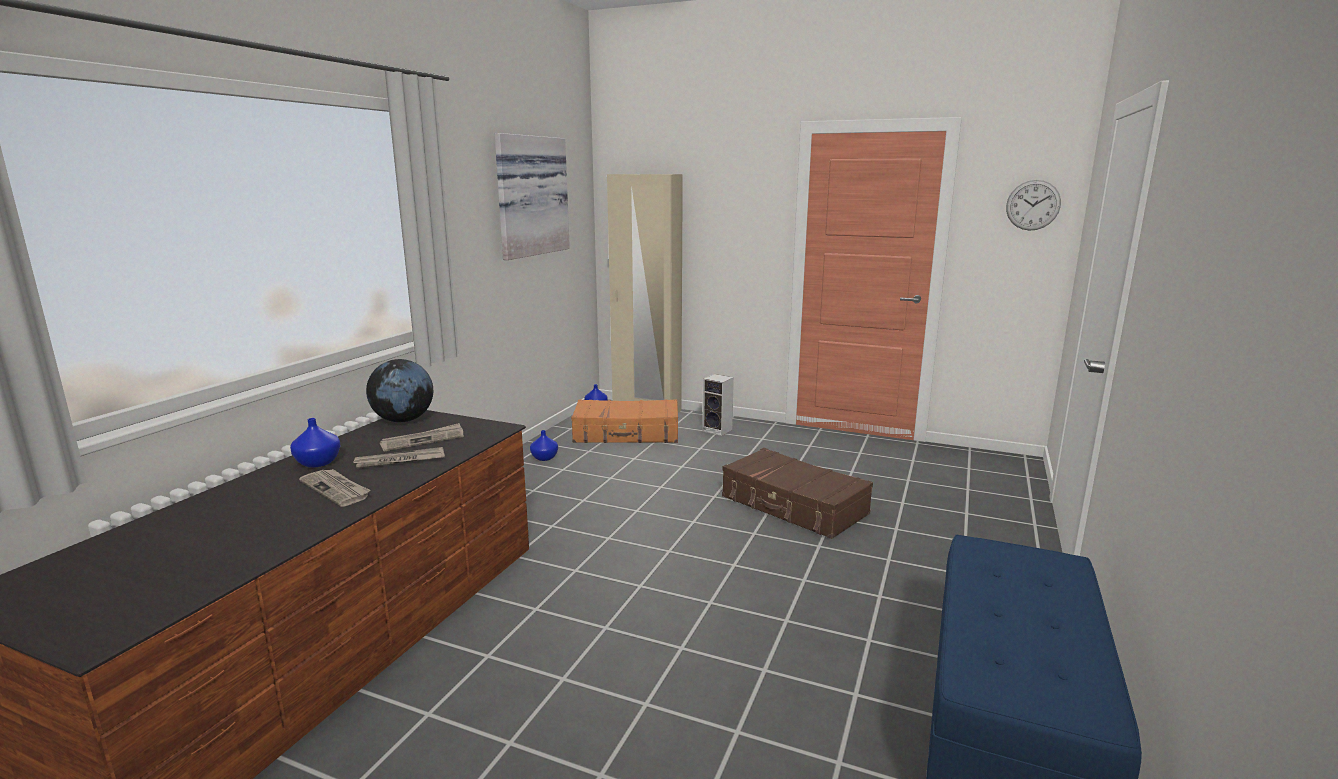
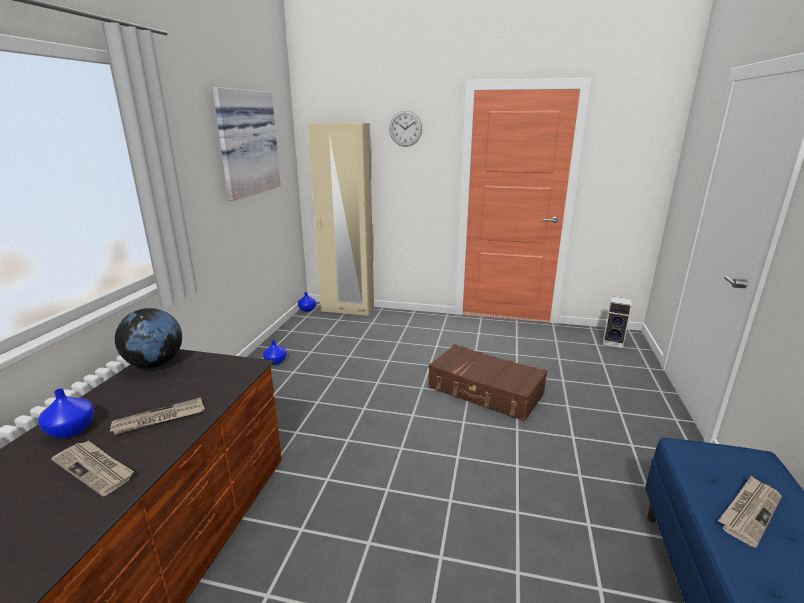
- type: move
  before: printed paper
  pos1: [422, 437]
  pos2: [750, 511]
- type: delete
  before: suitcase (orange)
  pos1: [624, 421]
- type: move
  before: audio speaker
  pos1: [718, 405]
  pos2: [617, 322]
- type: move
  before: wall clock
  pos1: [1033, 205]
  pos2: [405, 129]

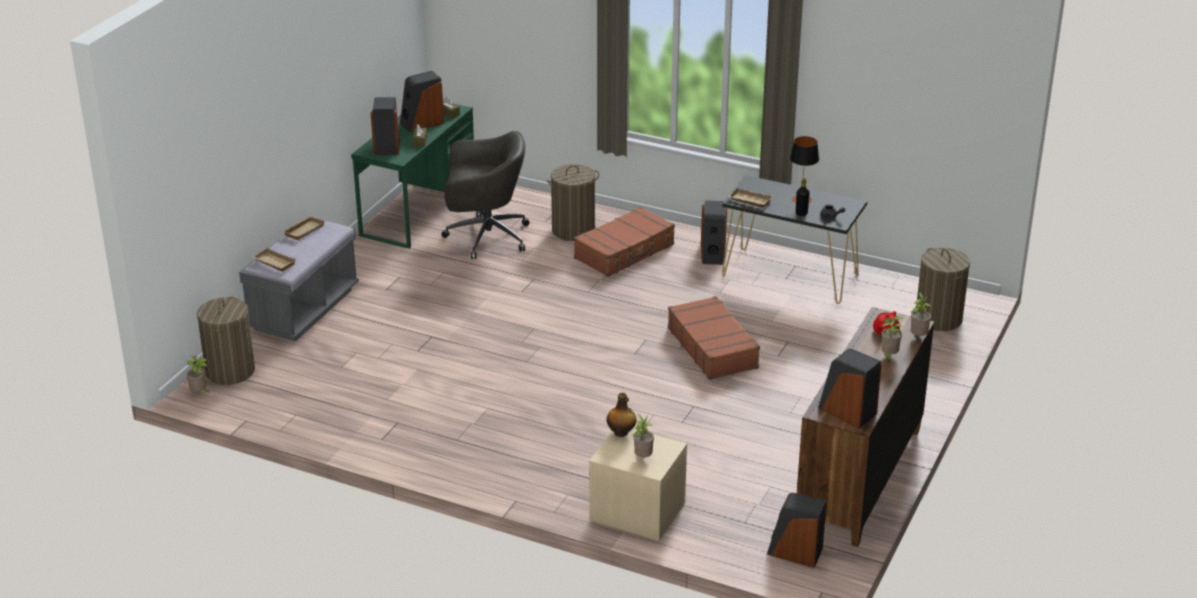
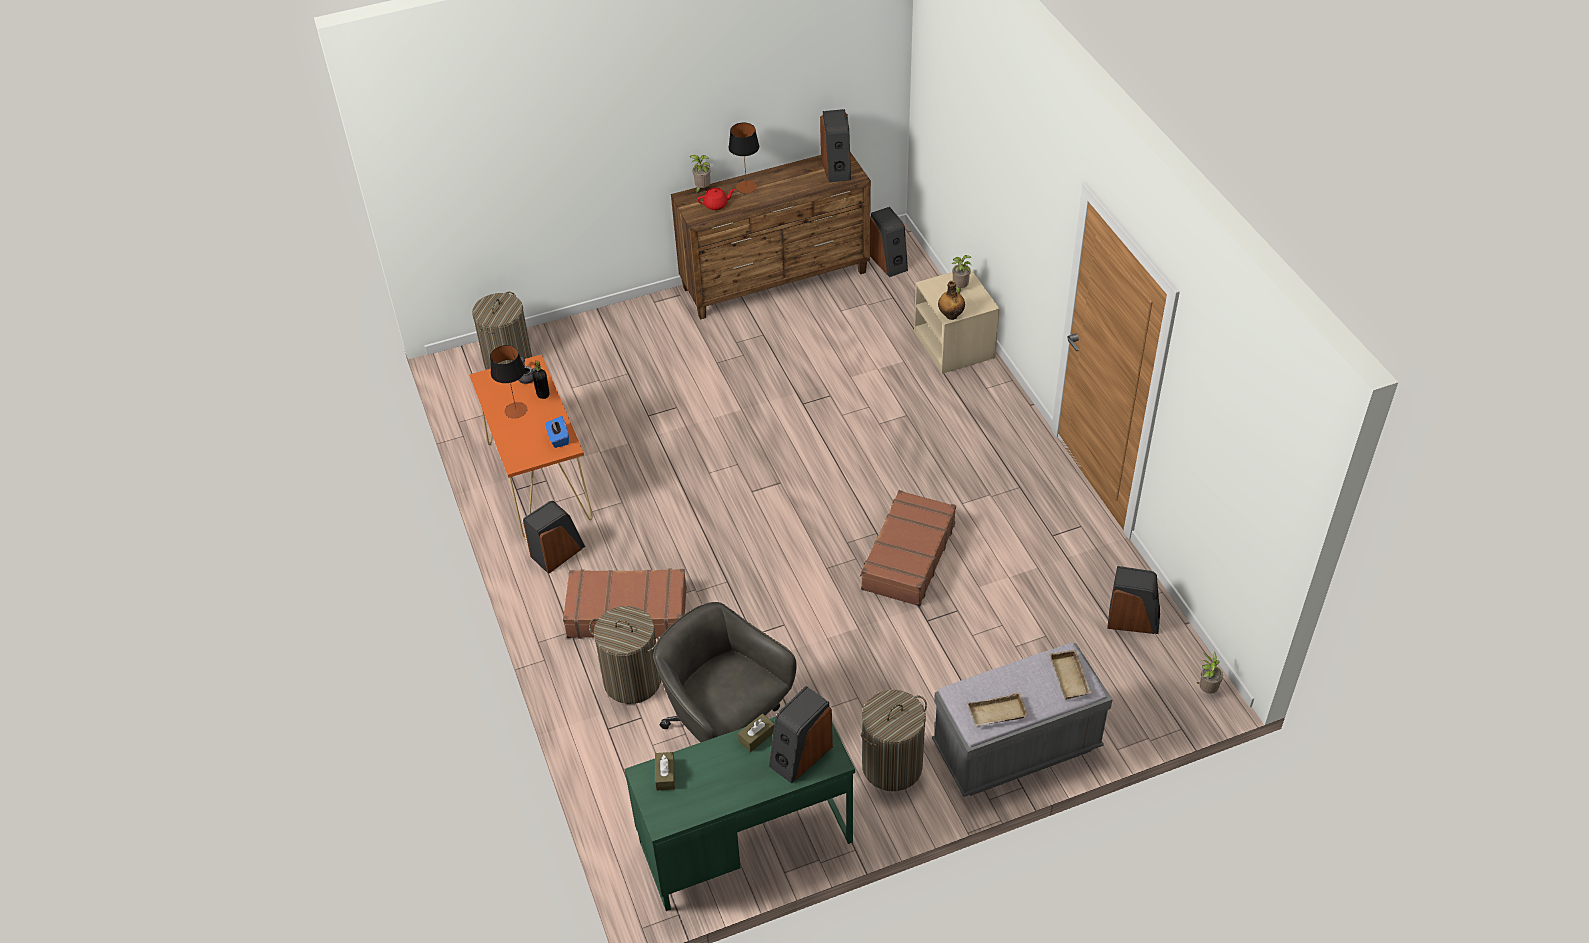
- type: move
  before: laundry basket
  pos1: [226, 341]
  pos2: [894, 740]
- type: move
  before: audio speaker
  pos1: [422, 101]
  pos2: [1133, 600]
- type: move
  before: suitcase (brown-coloured)
  pos1: [714, 338]
  pos2: [908, 548]
- type: recolor
  before: hall table (black-coloured)
  after: hall table (orange)
  pos1: [794, 239]
  pos2: [531, 447]
- type: replace
  before: tray (beige-coloured)
  after: tissue box (blue-coloured)
  pos1: [750, 197]
  pos2: [557, 432]
- type: replace
  before: potted plant
  after: table lamp
  pos1: [892, 339]
  pos2: [743, 158]

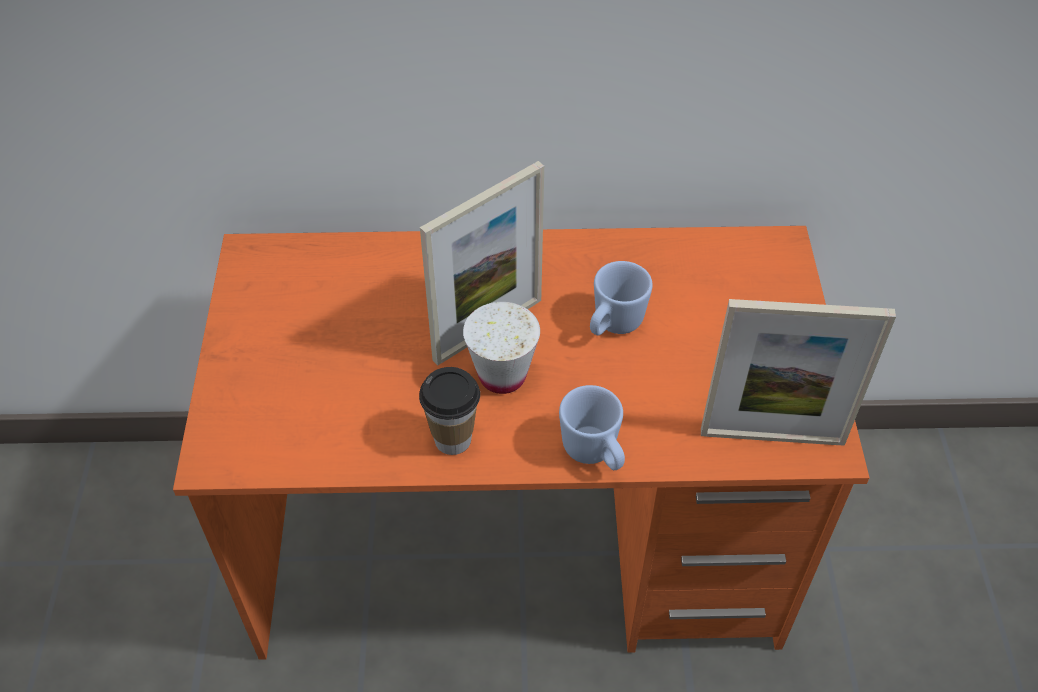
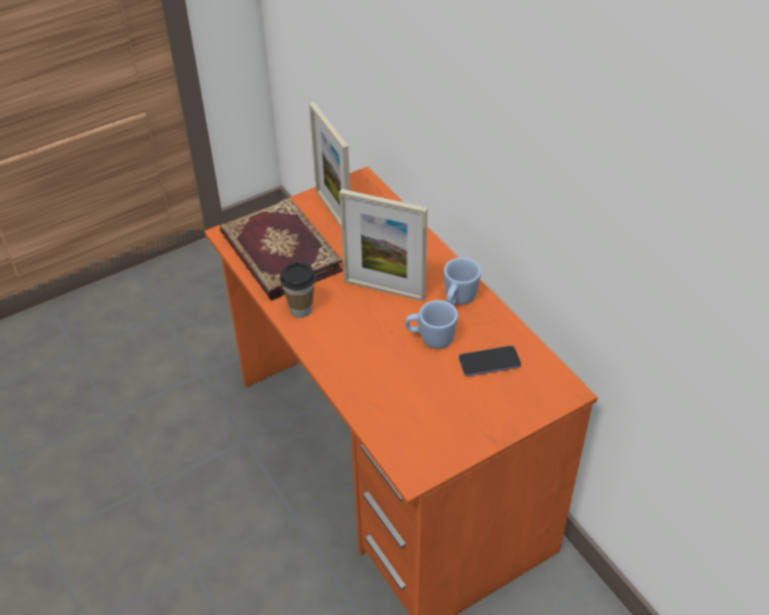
- type: delete
  before: cup (whitish)
  pos1: [501, 348]
- type: move
  before: tea mug (blue-coloured)
  pos1: [592, 427]
  pos2: [462, 281]
- type: move
  before: standing frame
  pos1: [798, 372]
  pos2: [329, 164]
- type: insert
  after: bound book
  pos2: [281, 248]
- type: insert
  after: handset
  pos2: [489, 361]

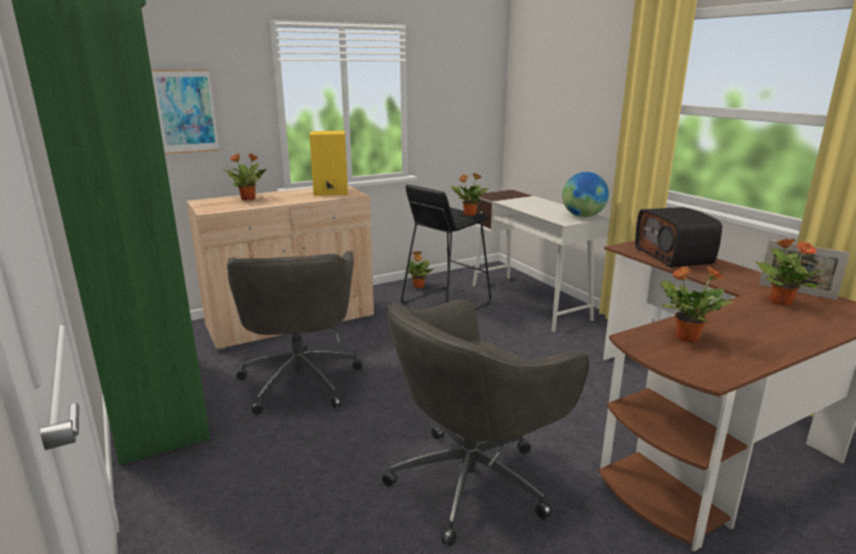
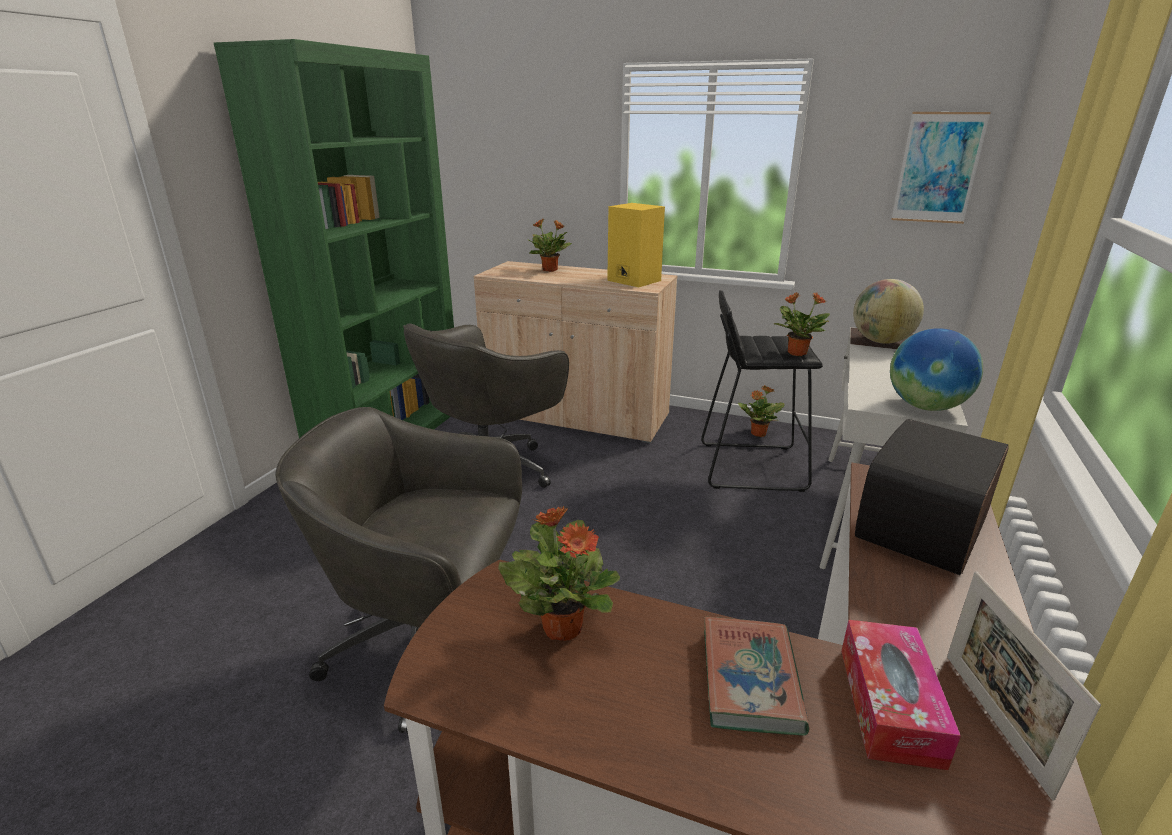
- type: move
  before: picture
  pos1: [185, 112]
  pos2: [941, 168]
- type: replace
  before: potted plant
  after: tissue box
  pos1: [789, 272]
  pos2: [901, 695]
- type: insert
  after: bound book
  pos2: [757, 676]
- type: insert
  after: world globe
  pos2: [888, 311]

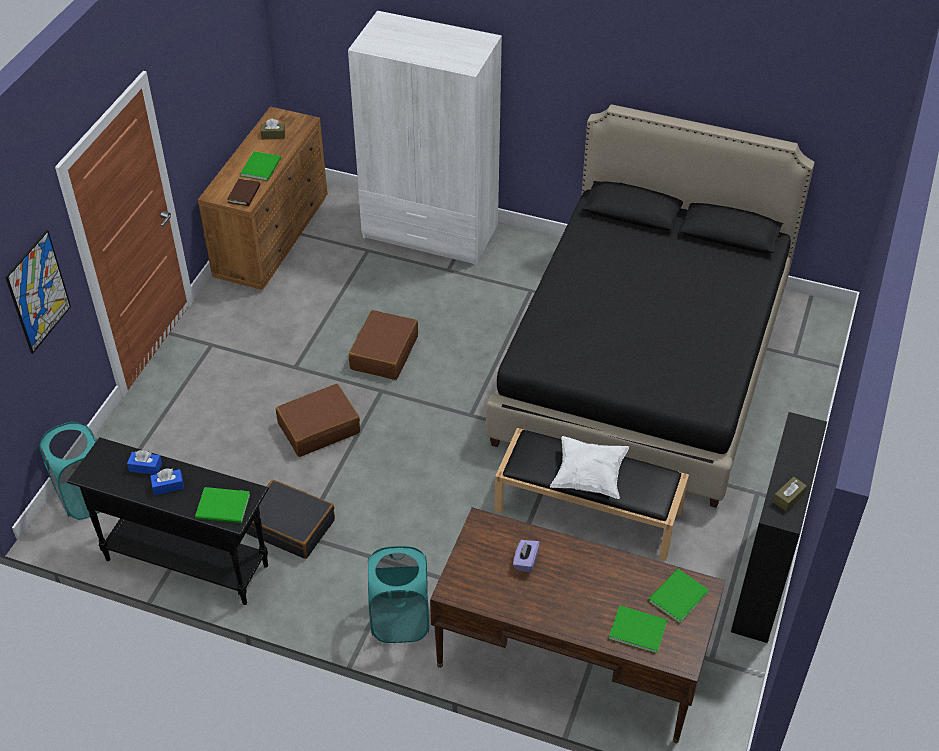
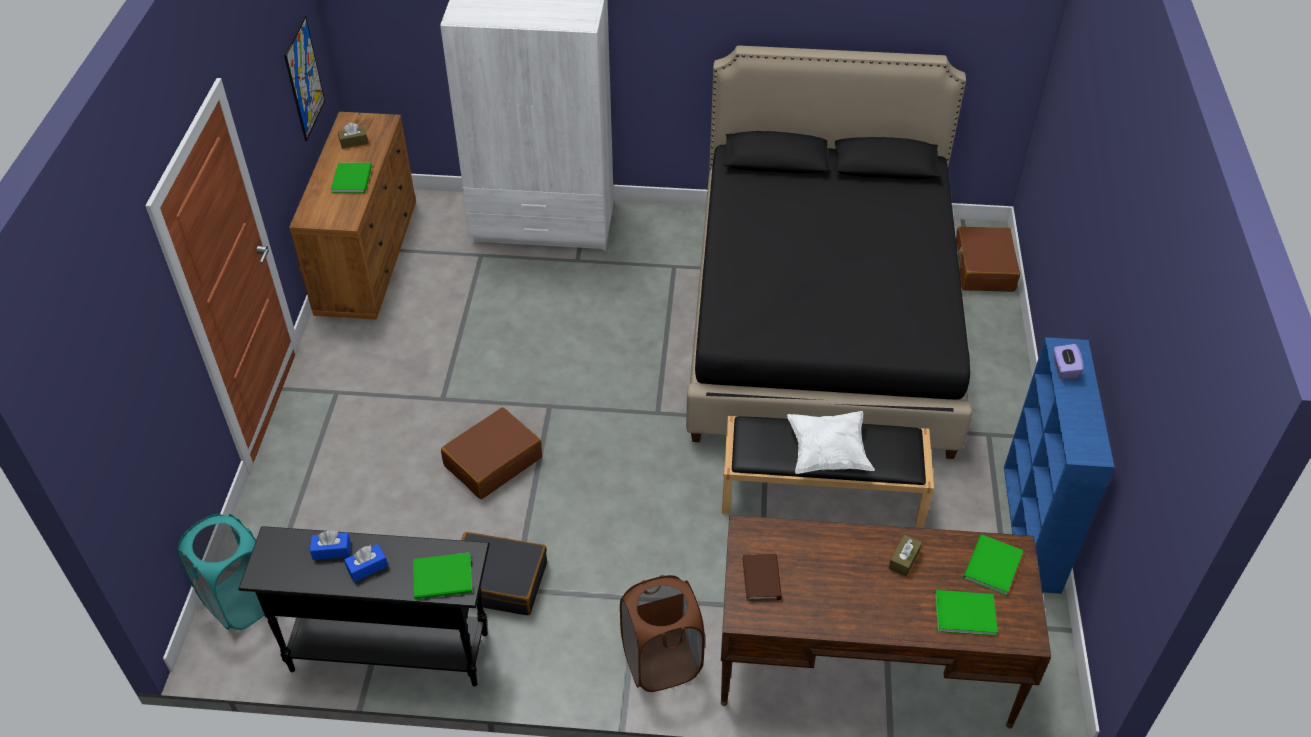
- type: move
  before: picture
  pos1: [38, 292]
  pos2: [304, 78]
- type: move
  before: bound book (brown-coloured)
  pos1: [243, 192]
  pos2: [762, 577]
- type: move
  before: suitcase (brown-coloured)
  pos1: [383, 345]
  pos2: [988, 259]
- type: recolor
  before: laundry basket (turquoise-coloured)
  after: laundry basket (brown-coloured)
  pos1: [398, 594]
  pos2: [662, 633]
- type: move
  before: tissue box (purplish)
  pos1: [526, 556]
  pos2: [1069, 361]
- type: recolor
  before: bookshelf (black-coloured)
  after: bookshelf (blue-coloured)
  pos1: [779, 527]
  pos2: [1059, 465]
- type: move
  before: tissue box (brown-coloured)
  pos1: [790, 494]
  pos2: [905, 556]

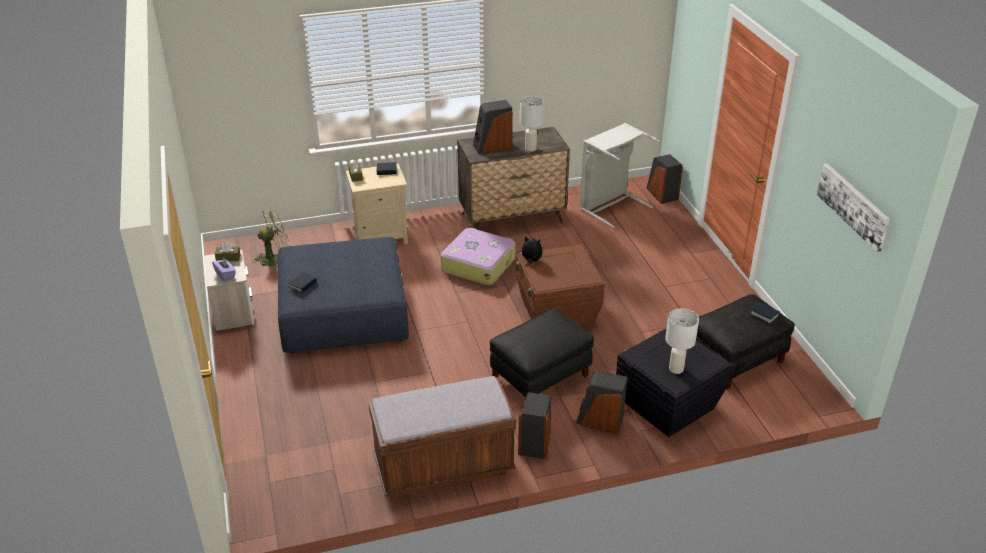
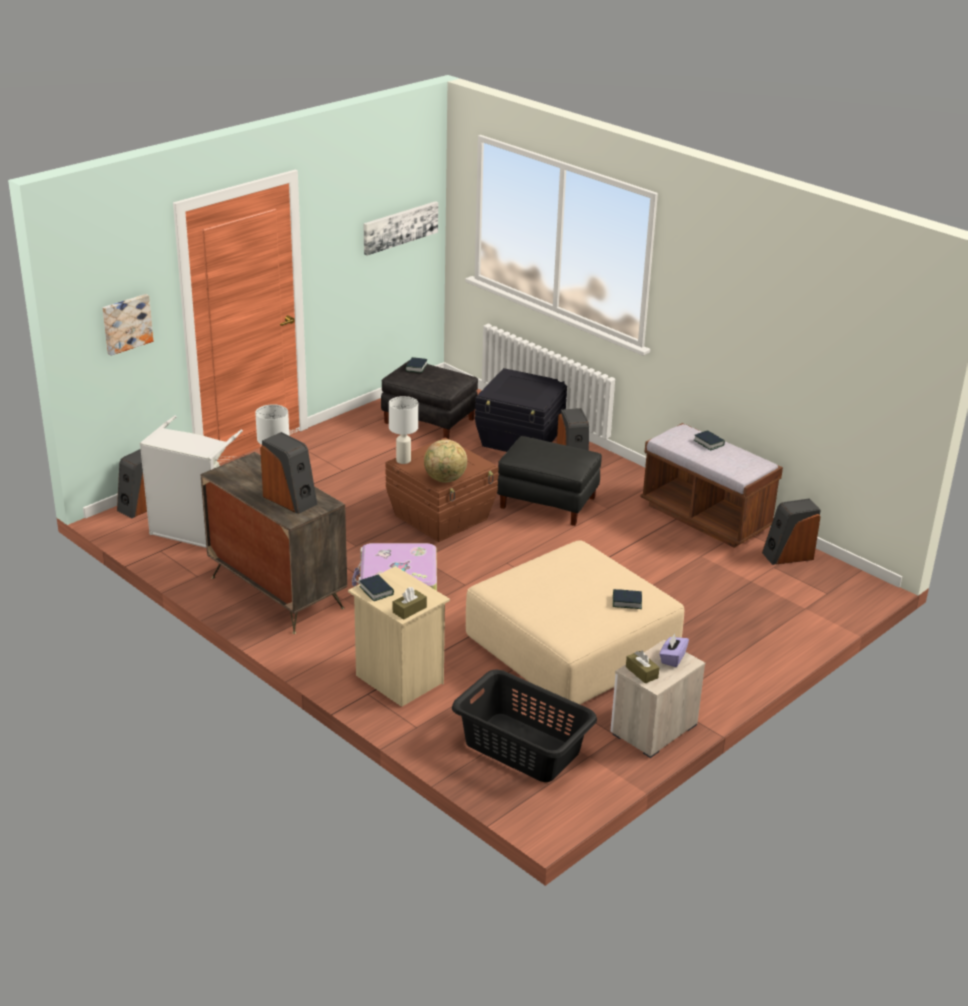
- type: replace
  before: fan (green)
  after: laundry basket (black-coloured)
  pos1: [272, 237]
  pos2: [524, 726]
- type: recolor
  before: ottoman (blue-coloured)
  after: ottoman (beige-coloured)
  pos1: [343, 295]
  pos2: [575, 622]
- type: replace
  before: plush toy
  after: world globe
  pos1: [530, 250]
  pos2: [445, 461]
- type: move
  before: audio speaker
  pos1: [534, 425]
  pos2: [791, 531]
- type: move
  before: table lamp (whitish)
  pos1: [682, 341]
  pos2: [403, 430]
- type: insert
  after: picture
  pos2: [127, 325]
- type: insert
  after: bound book
  pos2: [709, 440]

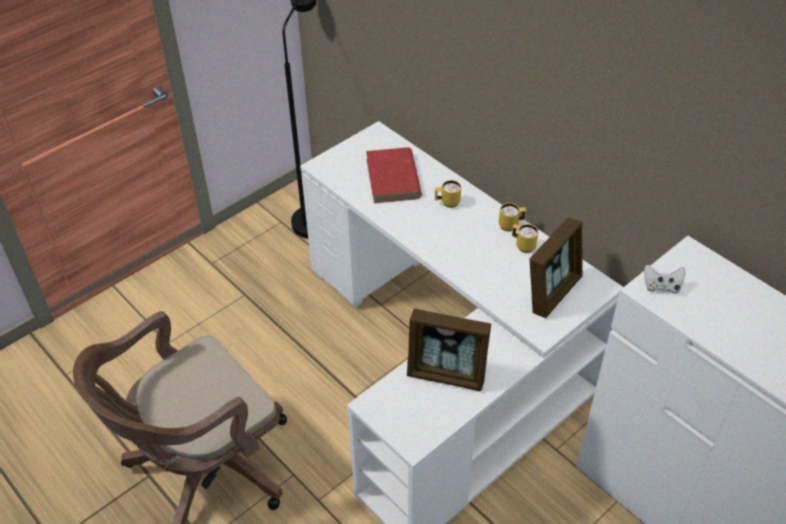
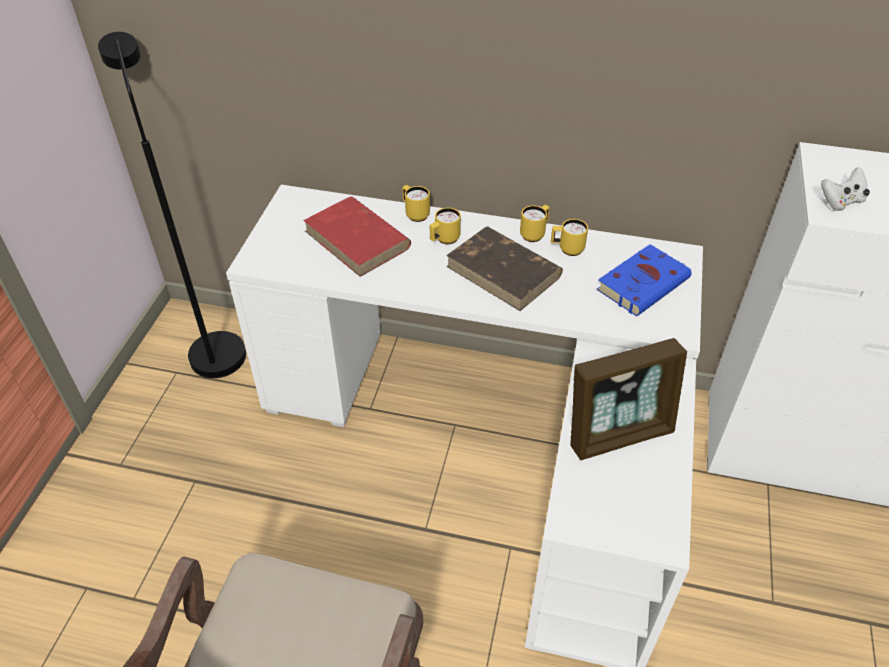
- type: replace
  before: standing frame
  after: bound book (blue-coloured)
  pos1: [556, 267]
  pos2: [644, 280]
- type: insert
  after: tea mug (yellow)
  pos2: [416, 203]
- type: insert
  after: bound book (brown-coloured)
  pos2: [504, 269]

